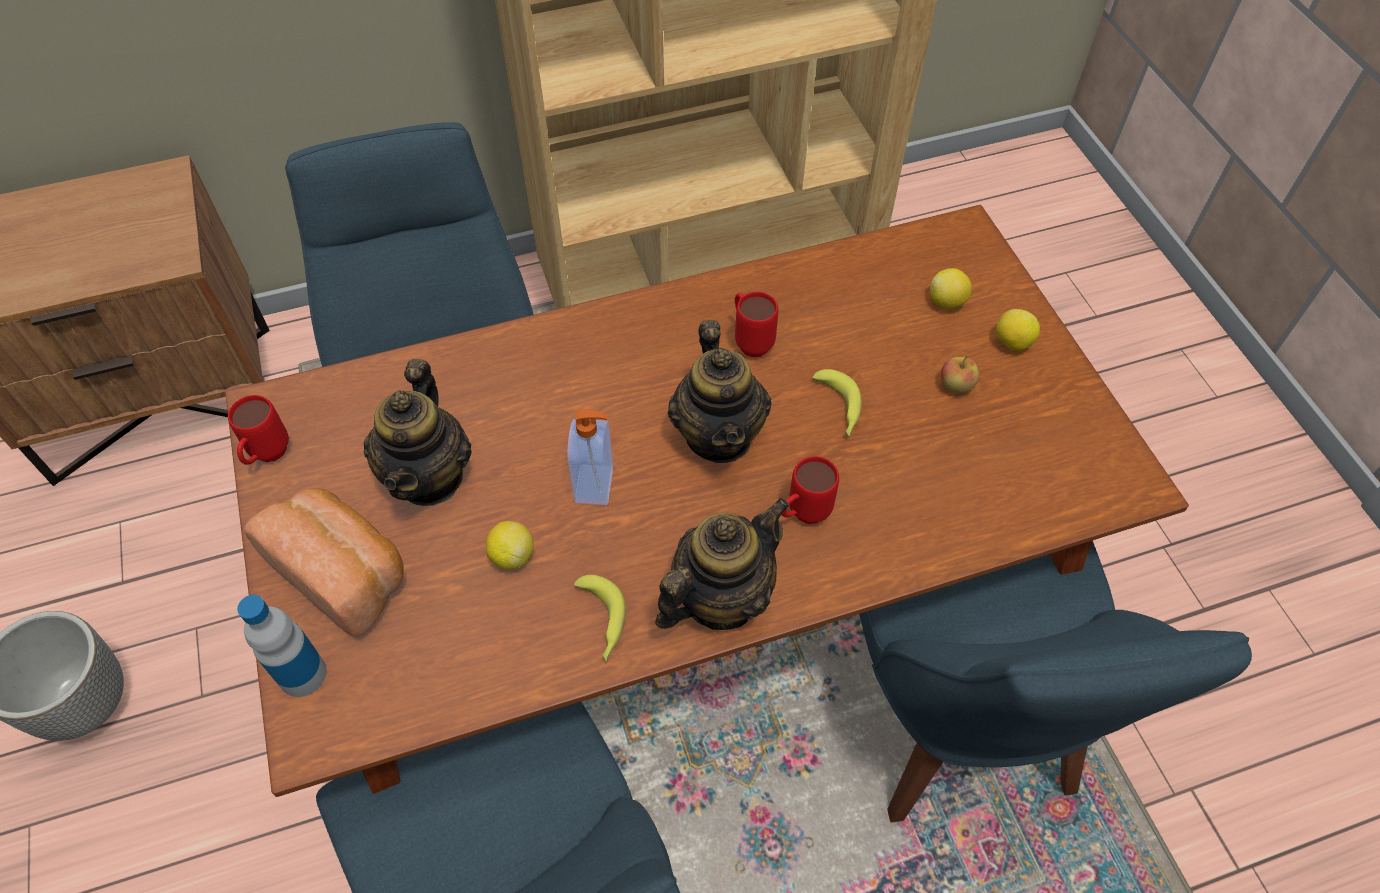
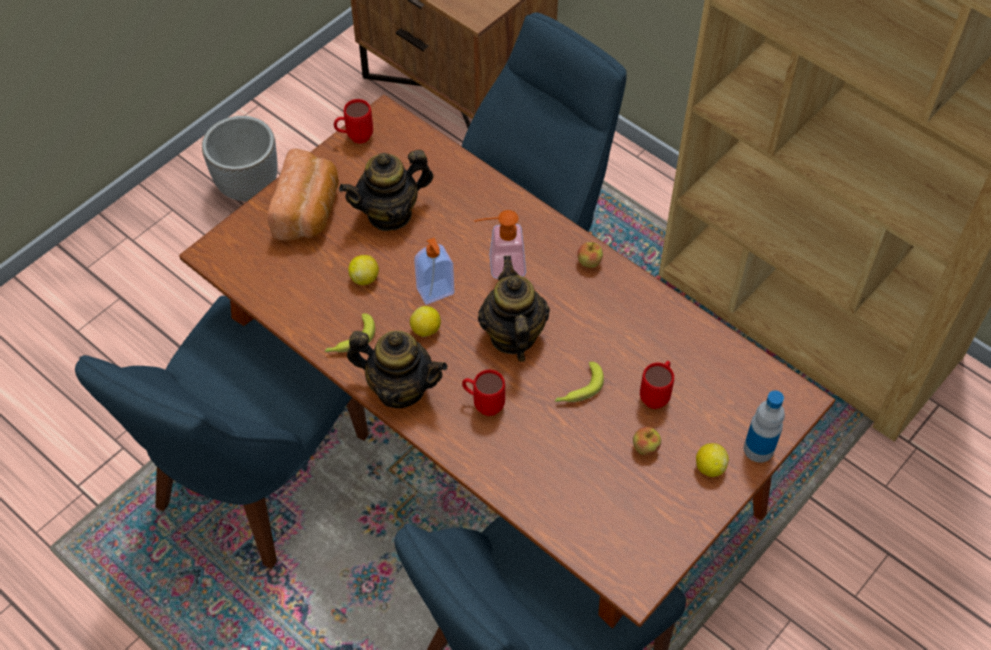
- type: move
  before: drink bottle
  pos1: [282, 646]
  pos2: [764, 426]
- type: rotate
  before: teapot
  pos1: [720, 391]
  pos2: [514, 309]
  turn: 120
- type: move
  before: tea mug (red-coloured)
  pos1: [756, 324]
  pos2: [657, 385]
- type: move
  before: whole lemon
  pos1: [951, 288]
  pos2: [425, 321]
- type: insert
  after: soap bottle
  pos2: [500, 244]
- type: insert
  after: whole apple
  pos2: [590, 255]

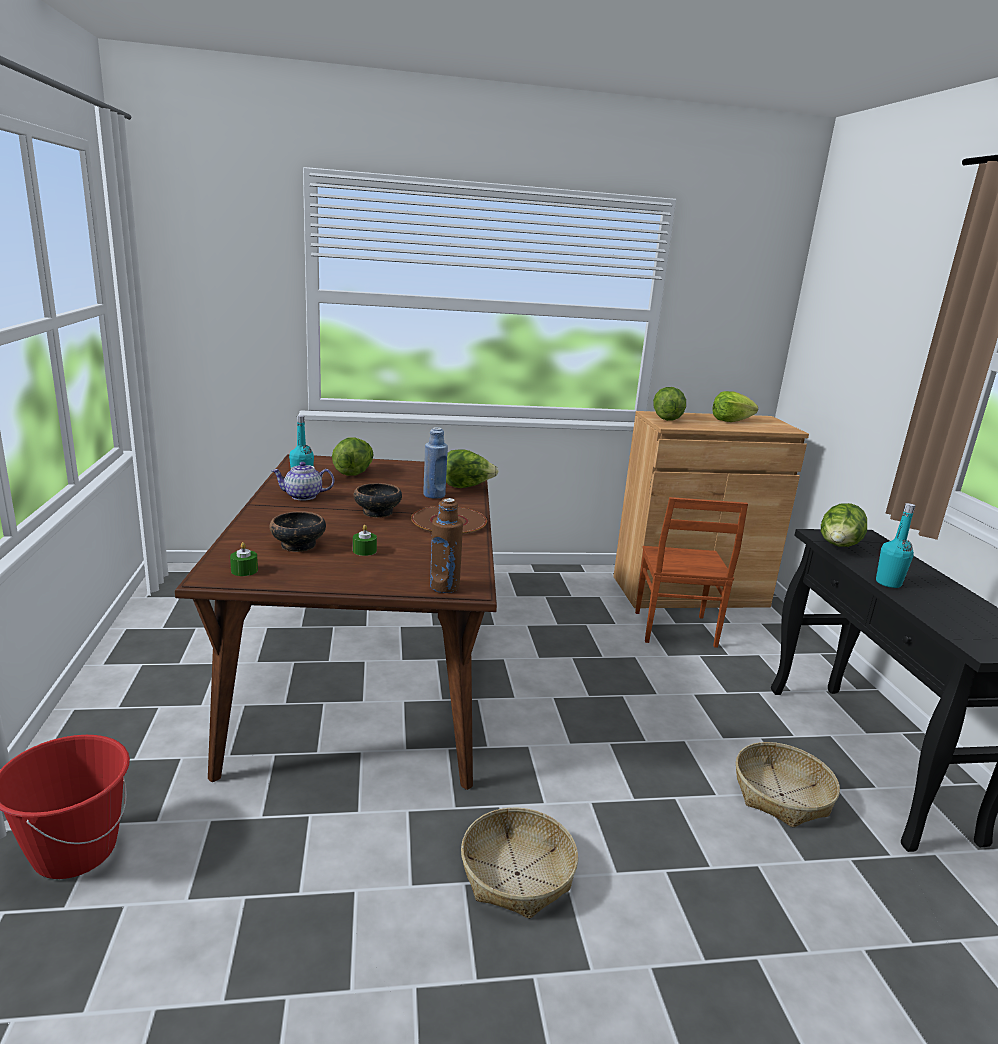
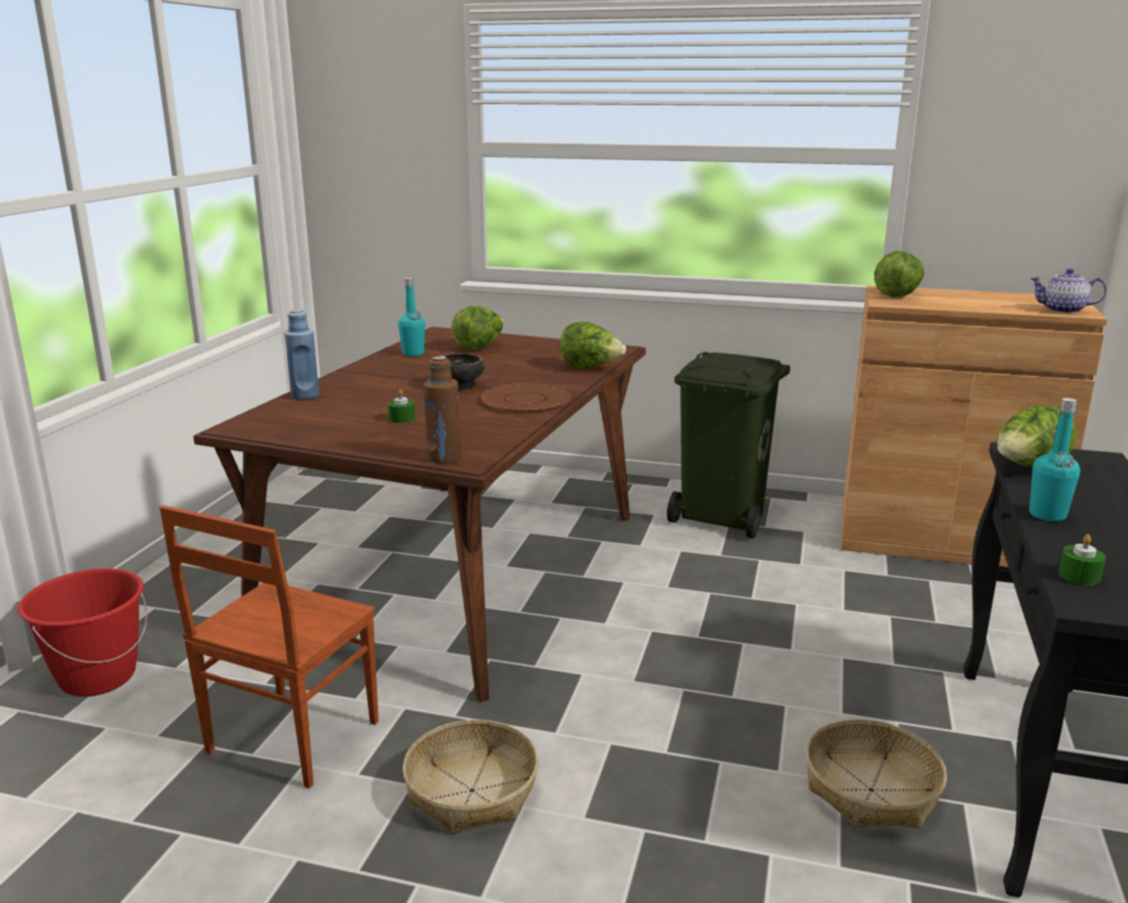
- type: move
  before: candle (green)
  pos1: [244, 559]
  pos2: [1082, 559]
- type: delete
  before: deep dish
  pos1: [297, 532]
- type: move
  before: teapot
  pos1: [302, 481]
  pos2: [1068, 290]
- type: move
  before: drink bottle (blue-coloured)
  pos1: [435, 463]
  pos2: [301, 354]
- type: move
  before: upright chair (brown-coloured)
  pos1: [691, 572]
  pos2: [269, 647]
- type: delete
  before: head of lettuce
  pos1: [735, 406]
- type: insert
  after: rubbish bin (green)
  pos2: [728, 445]

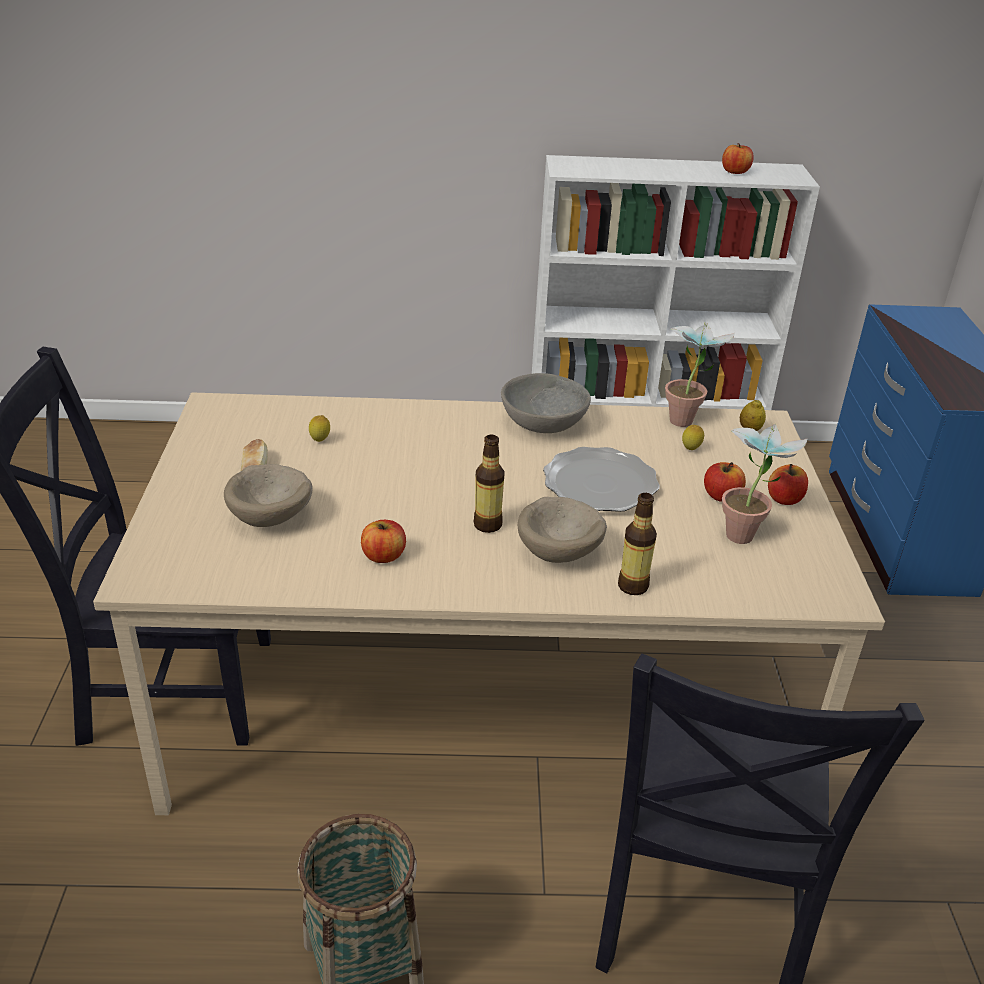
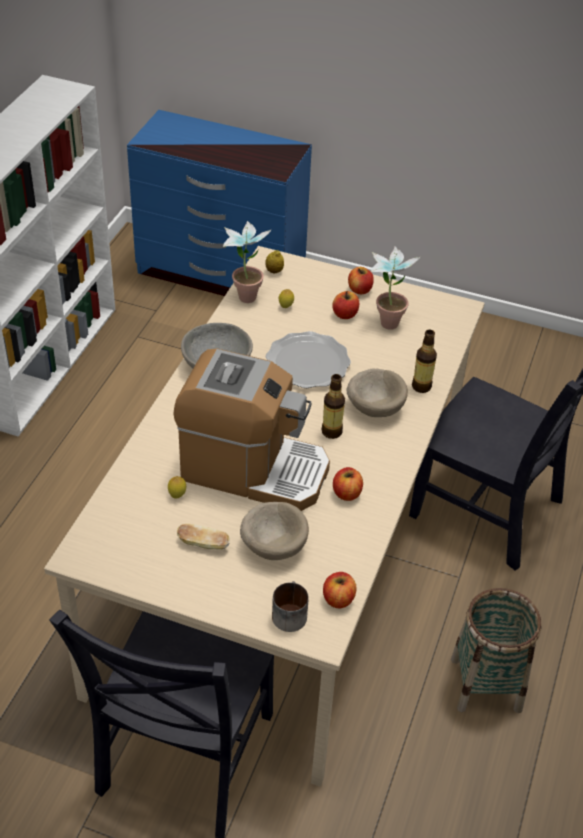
- type: move
  before: whole apple
  pos1: [738, 158]
  pos2: [339, 590]
- type: insert
  after: coffee machine
  pos2: [252, 429]
- type: insert
  after: tea mug
  pos2: [290, 606]

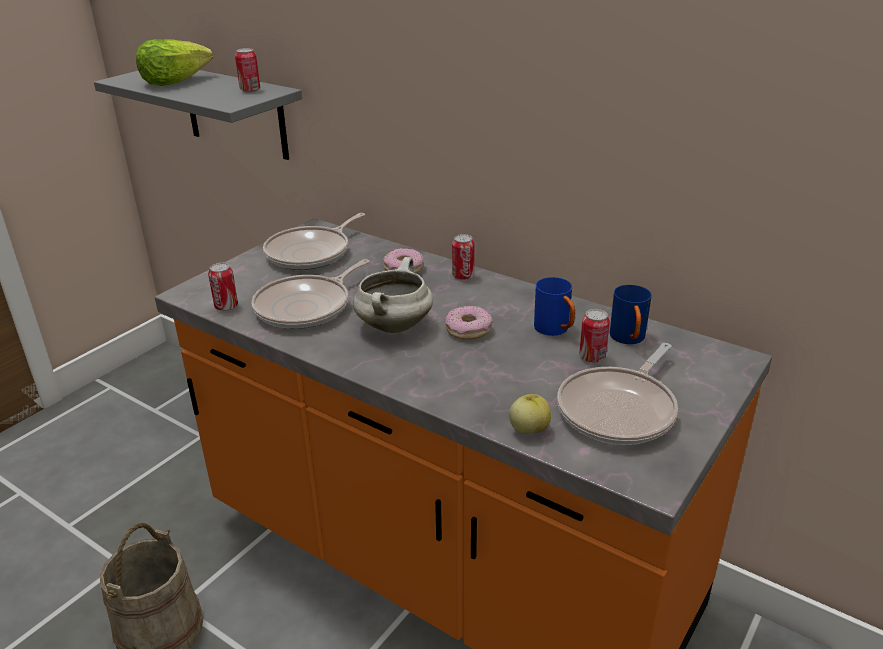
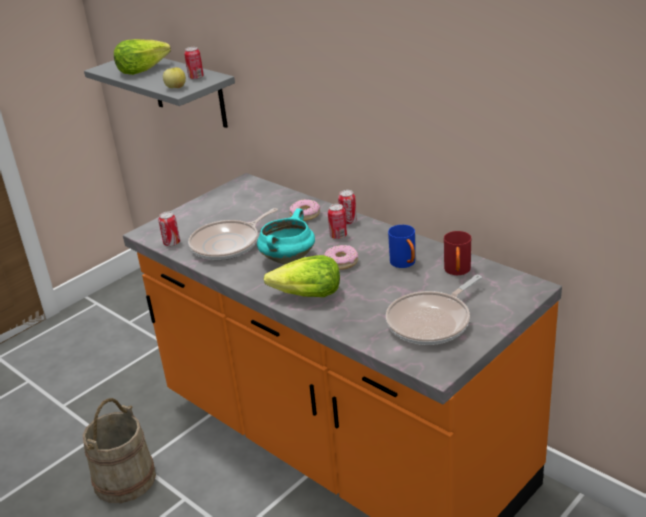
- type: delete
  before: pan
  pos1: [314, 241]
- type: recolor
  before: saucepot (whitish)
  after: saucepot (turquoise-coloured)
  pos1: [393, 295]
  pos2: [286, 236]
- type: move
  before: whole apple
  pos1: [530, 414]
  pos2: [174, 77]
- type: move
  before: metal can
  pos1: [594, 336]
  pos2: [337, 221]
- type: recolor
  before: tea mug (blue-coloured)
  after: tea mug (red-coloured)
  pos1: [631, 314]
  pos2: [457, 253]
- type: insert
  after: head of lettuce
  pos2: [302, 276]

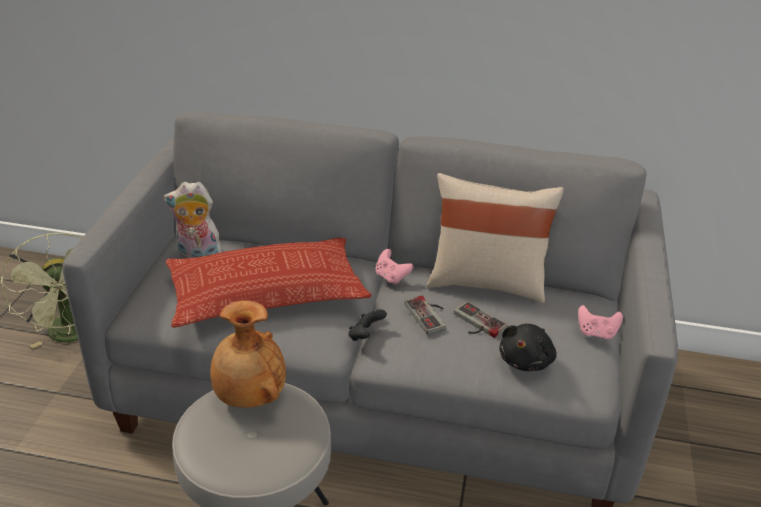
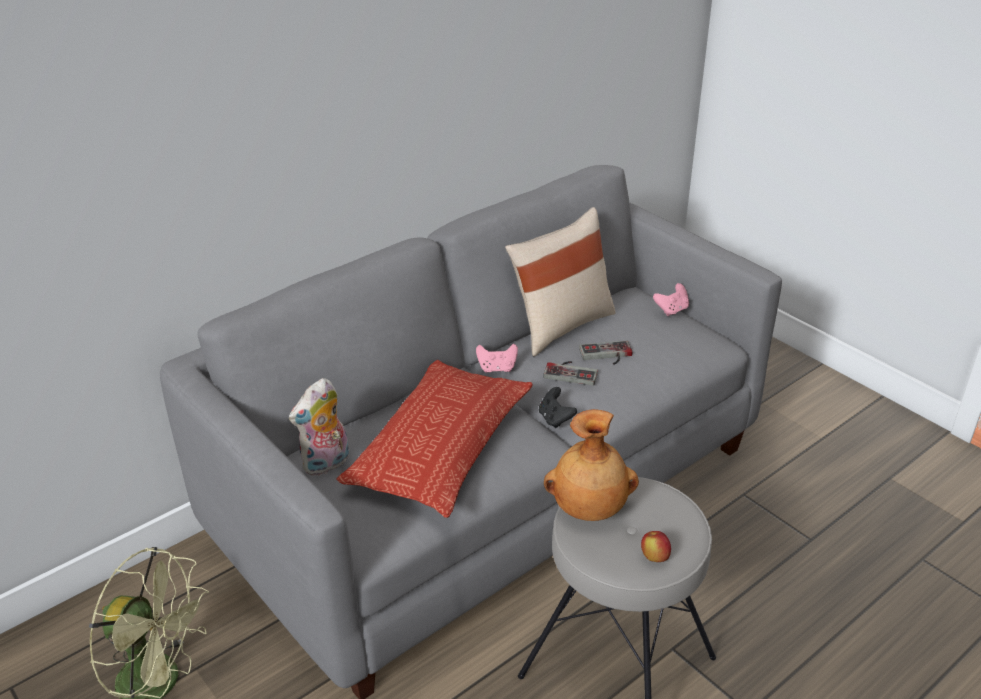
- type: delete
  before: plush toy (black-coloured)
  pos1: [528, 347]
- type: insert
  after: whole apple
  pos2: [656, 546]

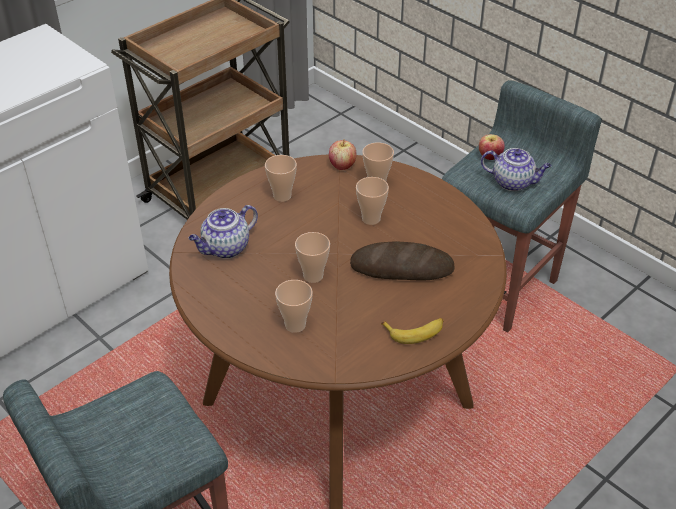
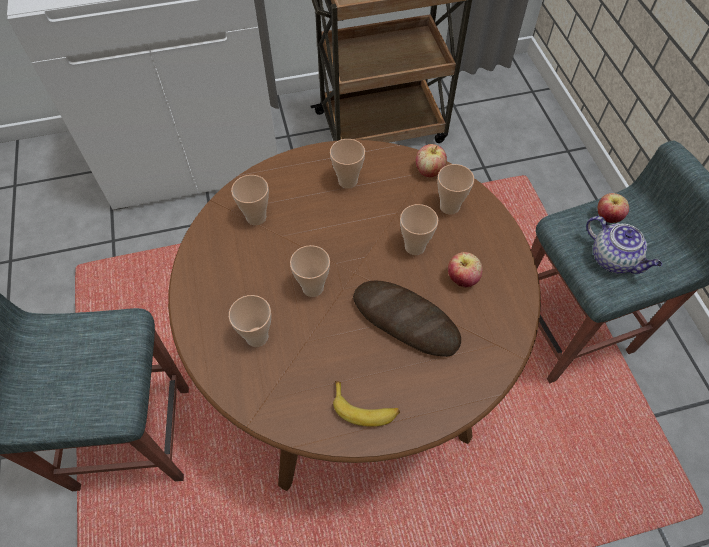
- type: replace
  before: teapot
  after: cup
  pos1: [223, 232]
  pos2: [250, 200]
- type: insert
  after: whole apple
  pos2: [465, 269]

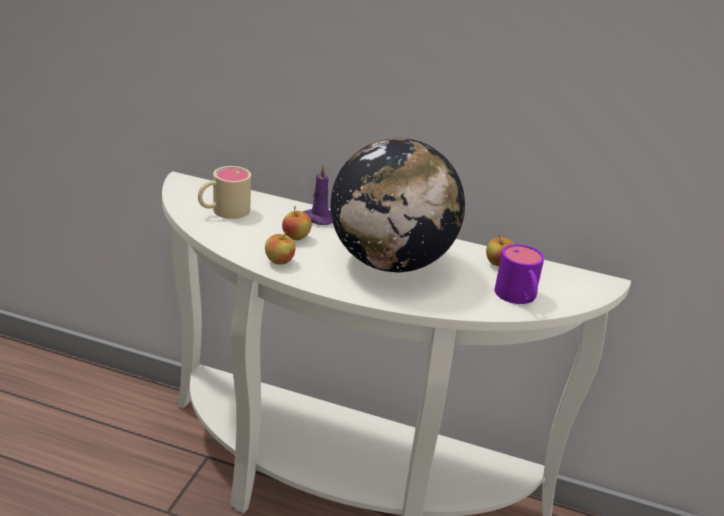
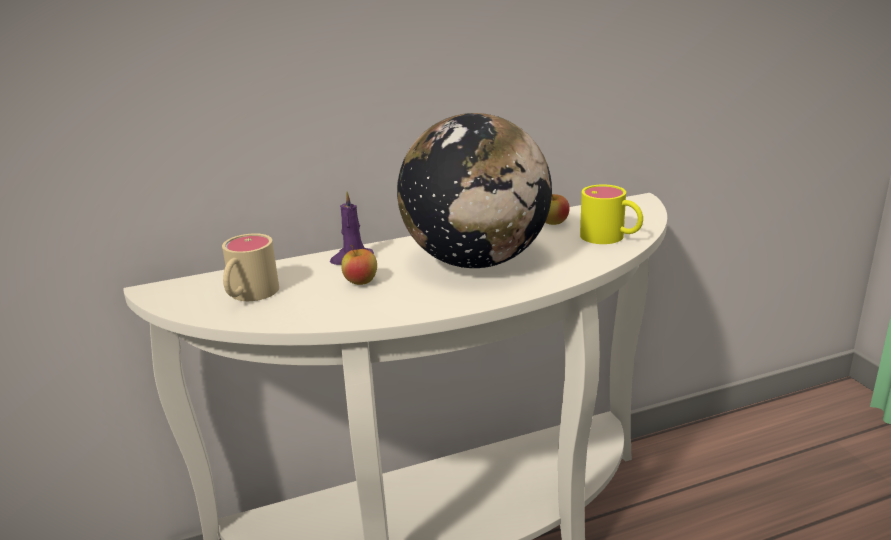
- type: delete
  before: whole apple
  pos1: [280, 248]
- type: recolor
  before: tea mug (purplish)
  after: tea mug (yellow)
  pos1: [519, 274]
  pos2: [611, 214]

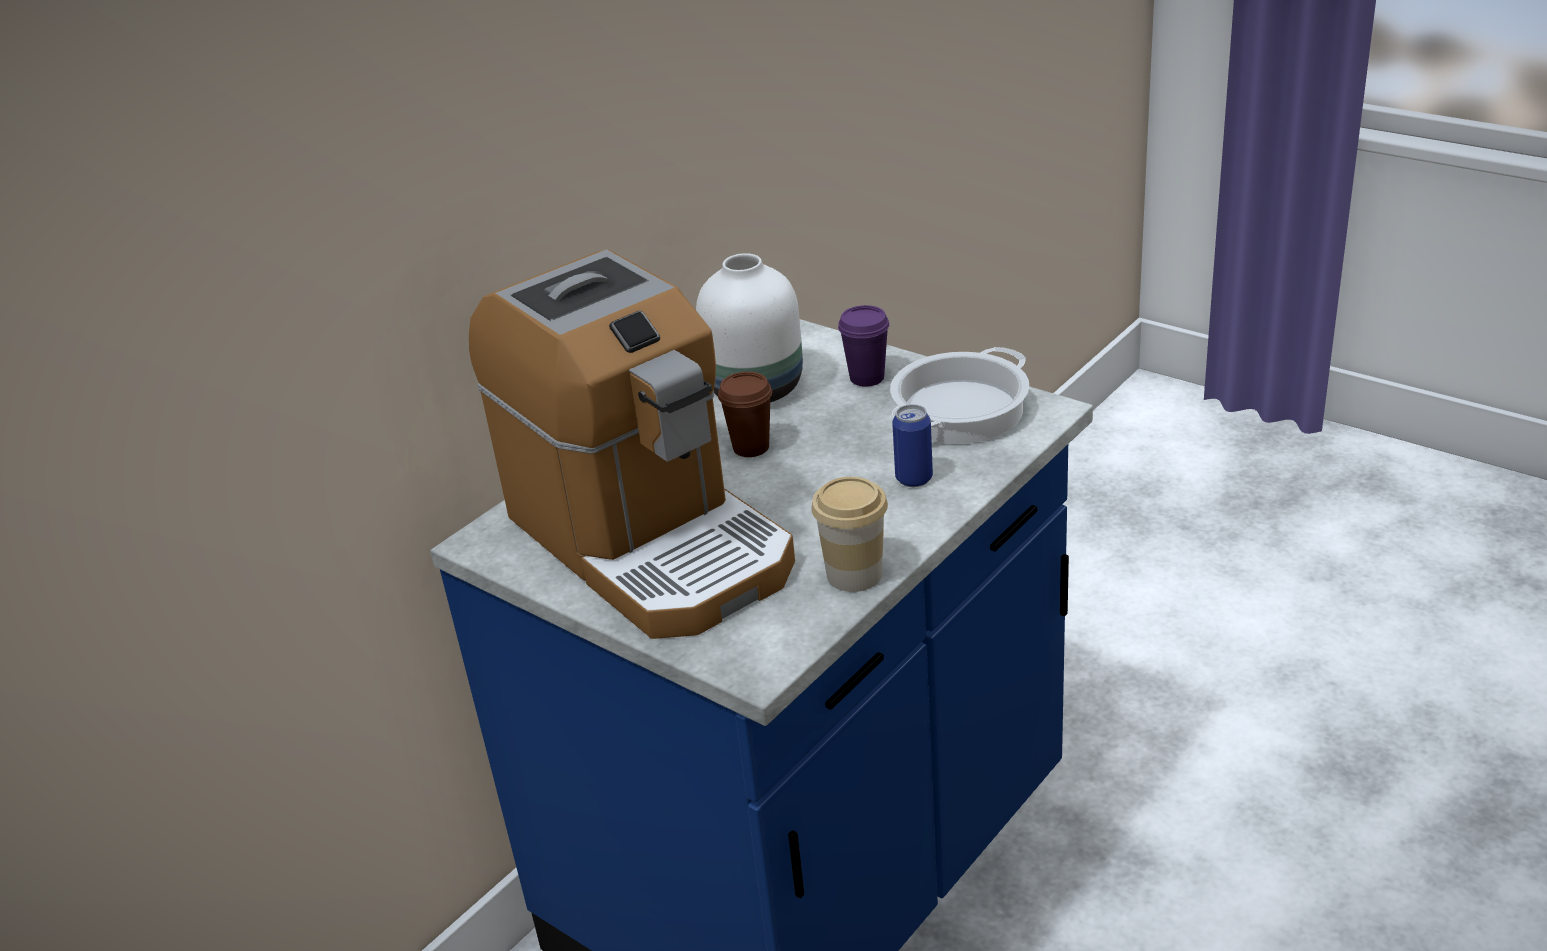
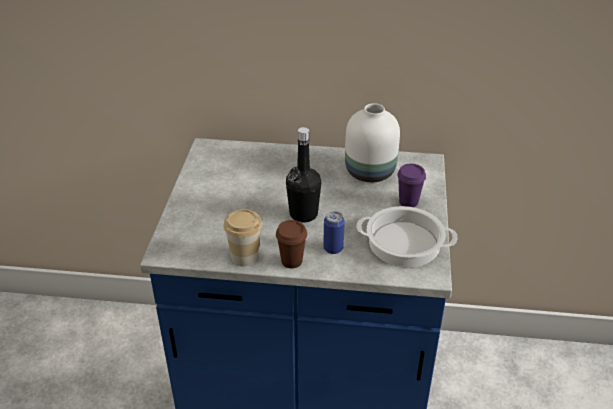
- type: delete
  before: coffee machine
  pos1: [632, 444]
- type: move
  before: cup (brown-coloured)
  pos1: [745, 414]
  pos2: [291, 244]
- type: insert
  after: drink bottle (black-coloured)
  pos2: [303, 175]

